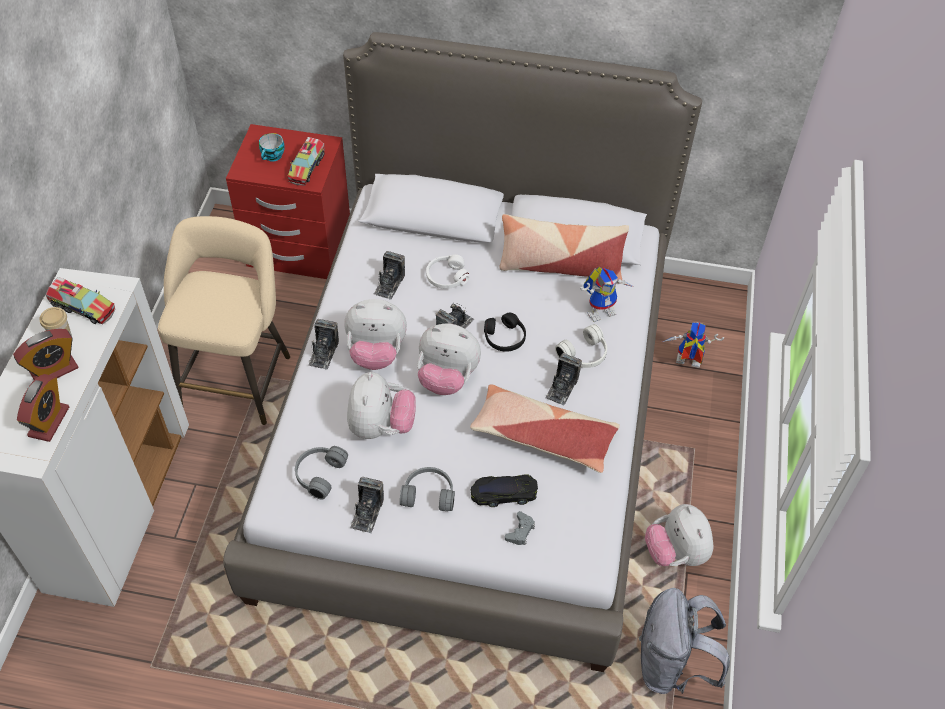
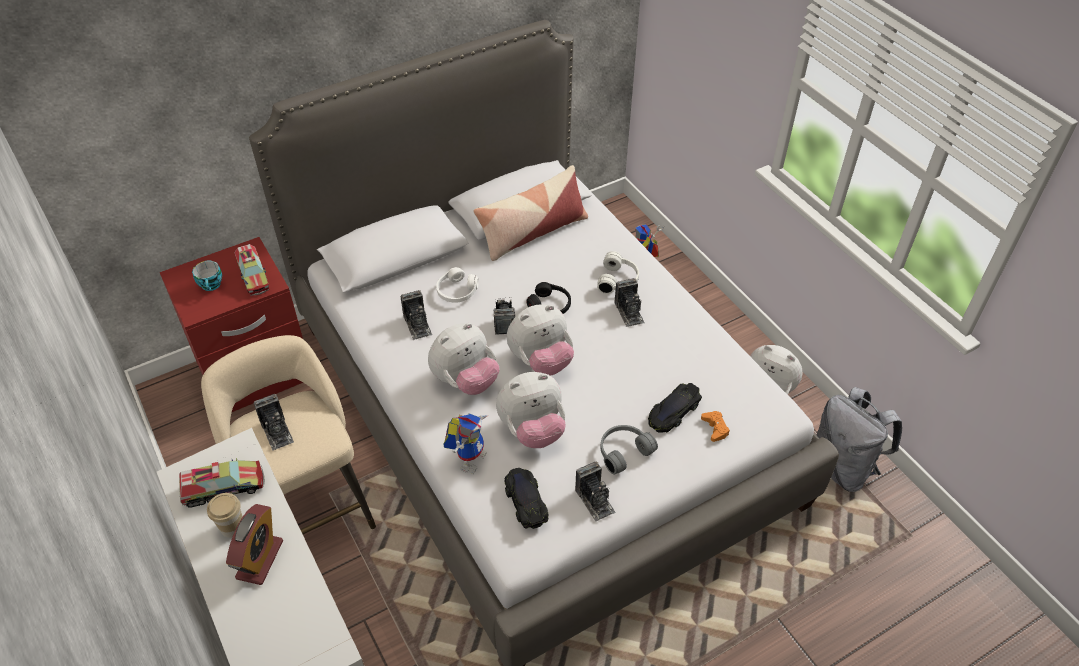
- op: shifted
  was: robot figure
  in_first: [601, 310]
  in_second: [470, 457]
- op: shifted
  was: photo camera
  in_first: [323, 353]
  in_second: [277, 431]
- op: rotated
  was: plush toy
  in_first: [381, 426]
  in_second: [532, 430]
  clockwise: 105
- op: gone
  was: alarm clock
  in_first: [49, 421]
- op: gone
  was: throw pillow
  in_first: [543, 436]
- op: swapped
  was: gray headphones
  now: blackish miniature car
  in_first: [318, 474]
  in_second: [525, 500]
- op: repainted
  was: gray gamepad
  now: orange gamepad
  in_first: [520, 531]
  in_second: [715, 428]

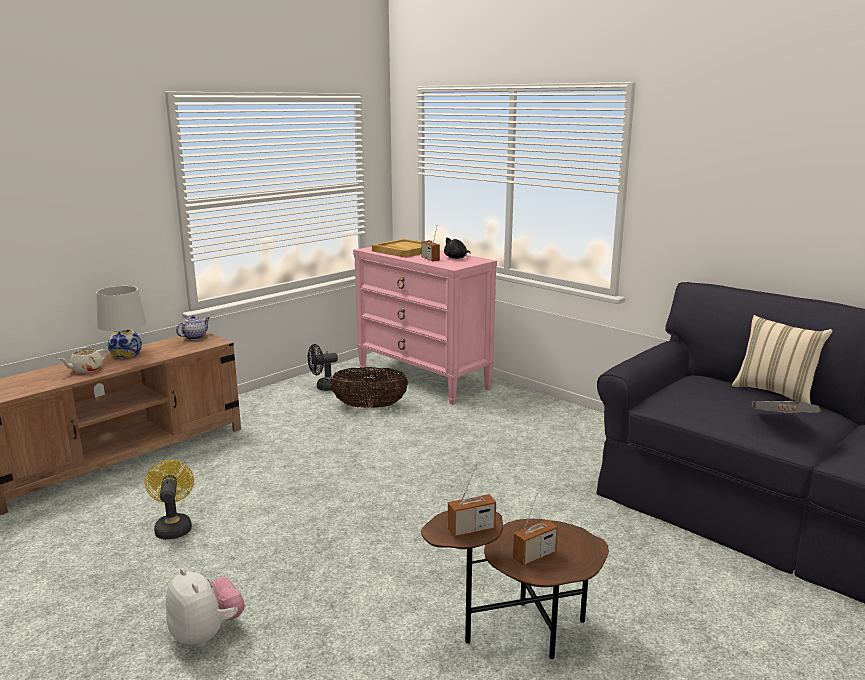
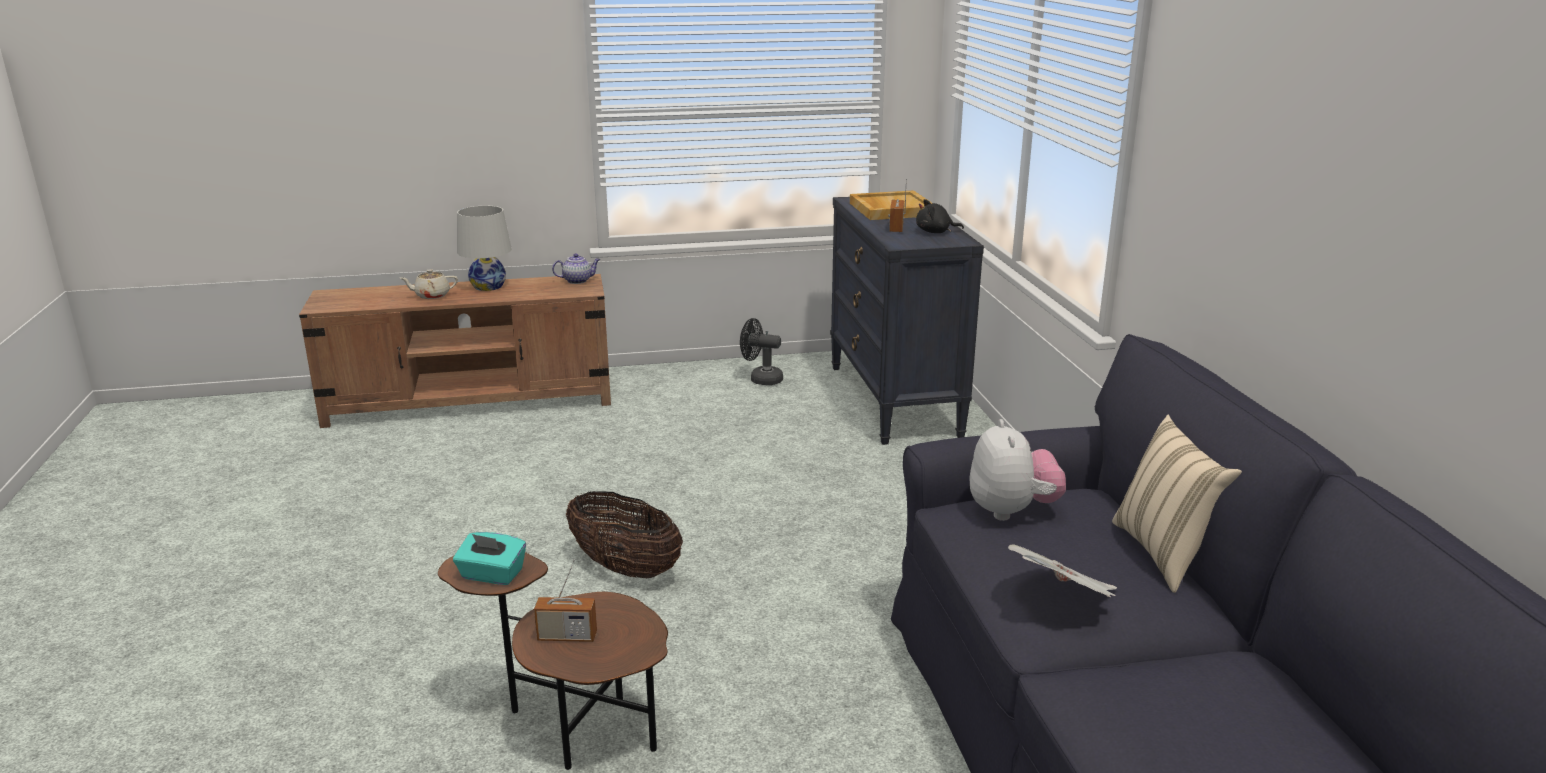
- op: repainted
  was: pinkish dresser
  now: blackish dresser
  in_first: [424, 379]
  in_second: [894, 400]
- op: shifted
  was: household basket
  in_first: [370, 407]
  in_second: [625, 568]
- op: gone
  was: yellow fan
  in_first: [173, 526]
- op: swapped
  was: radio
  now: turquoise box of tissues
  in_first: [471, 530]
  in_second: [492, 575]
- op: shifted
  was: plush toy
  in_first: [206, 634]
  in_second: [1011, 511]

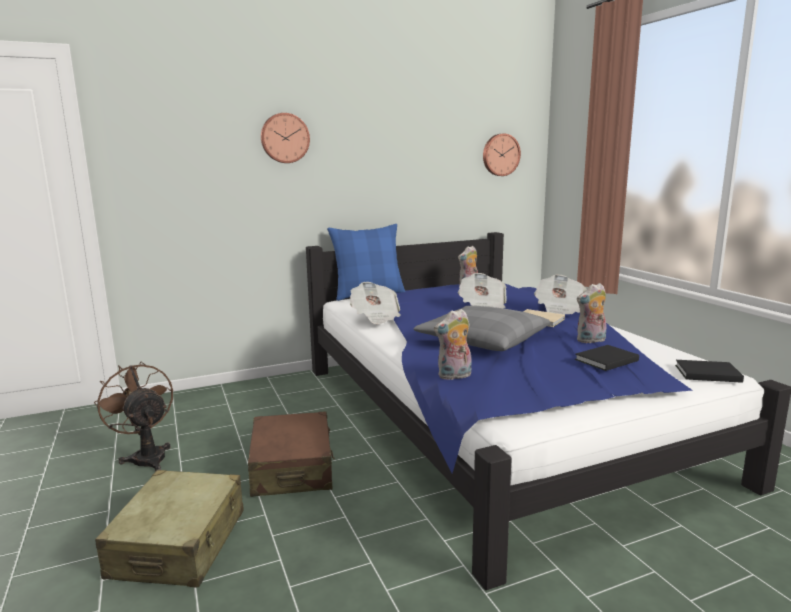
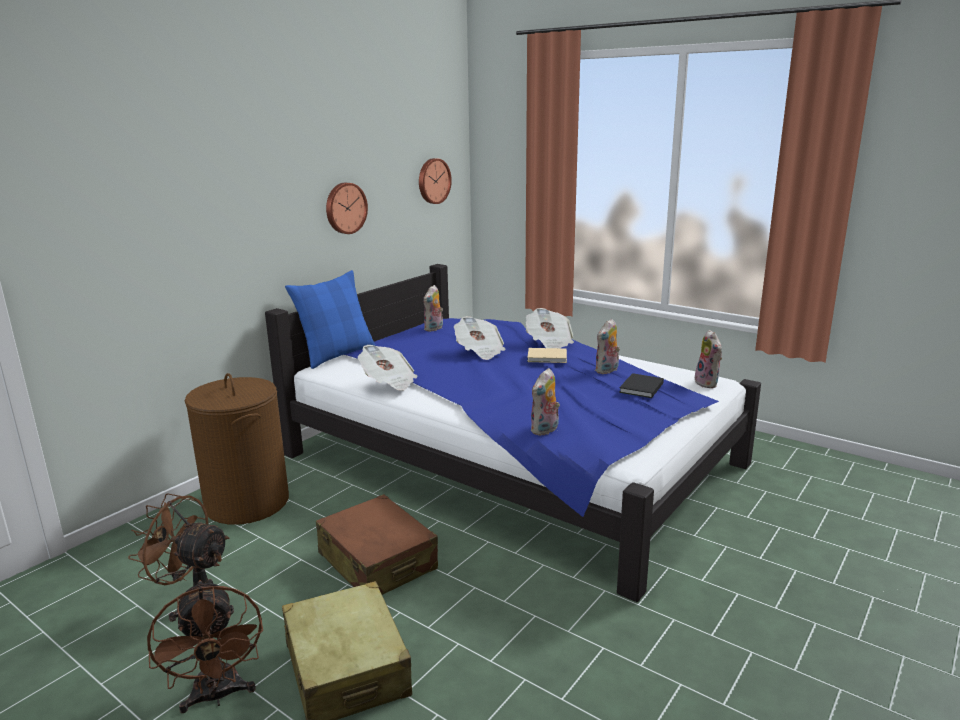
- op: shifted
  was: hanging clock
  in_first: [284, 138]
  in_second: [345, 208]
- op: gone
  was: gray throw pillow
  in_first: [482, 340]
- op: swapped
  was: blackish bound book
  now: plush toy
  in_first: [705, 373]
  in_second: [708, 383]
- op: new
  now: brownish hamper
  in_second: [246, 503]
- op: new
  now: brownish fan
  in_second: [218, 696]

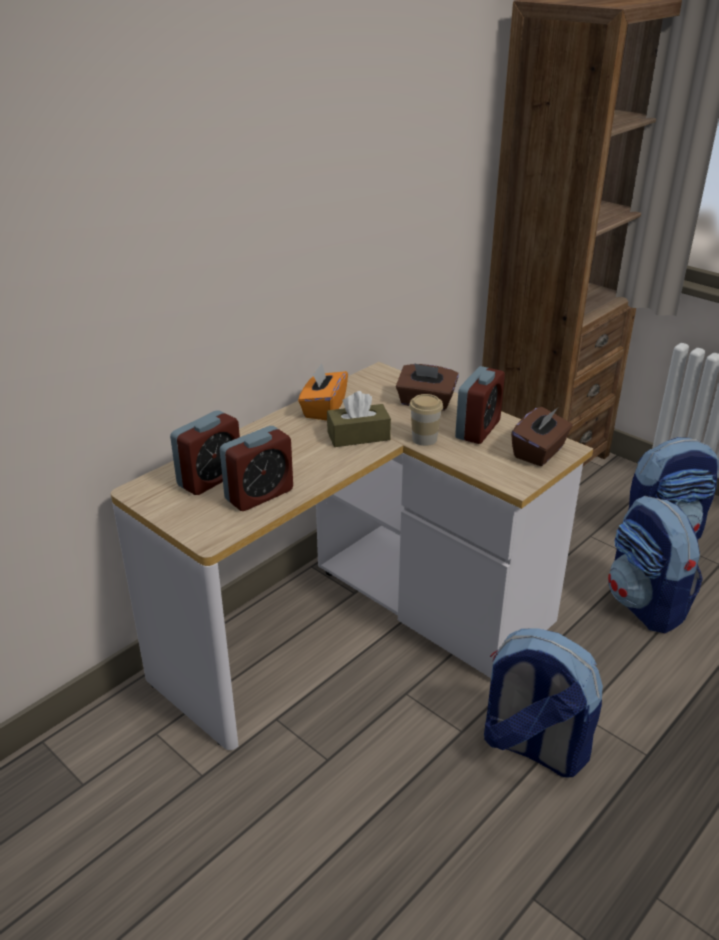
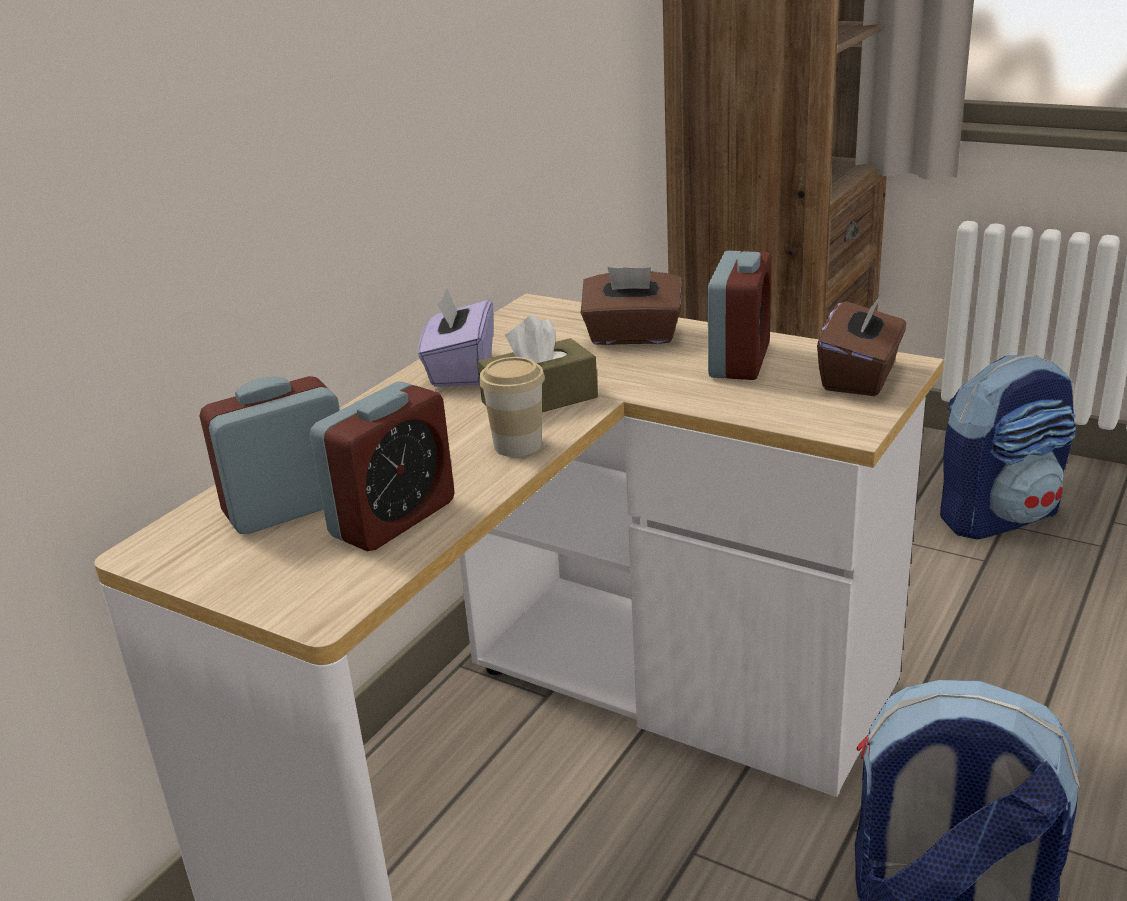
- op: repainted
  was: orange box of tissues
  now: purple-coloured box of tissues
  in_first: [323, 409]
  in_second: [460, 370]
- op: shifted
  was: small cup
  in_first: [424, 439]
  in_second: [517, 445]
- op: rotated
  was: alarm clock
  in_first: [210, 479]
  in_second: [289, 507]
  clockwise: -150
- op: gone
  was: knapsack
  in_first: [645, 605]

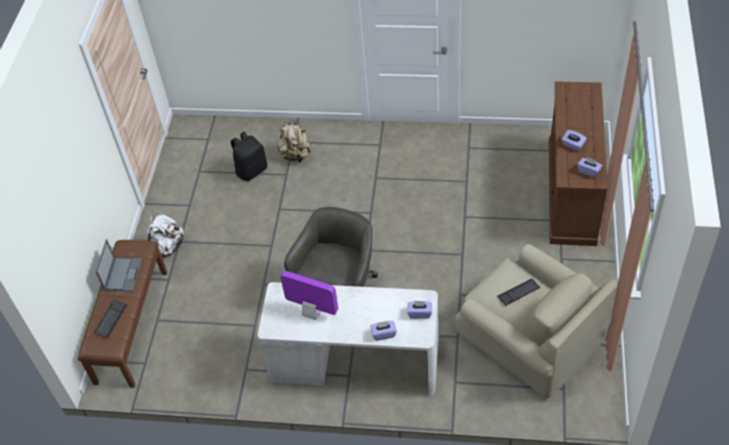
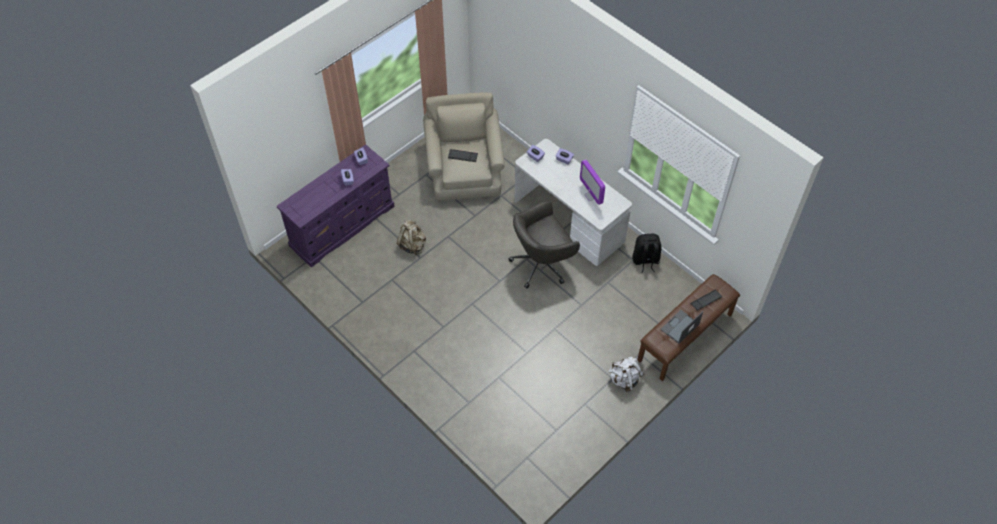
- op: repainted
  was: brownish dresser
  now: purple-coloured dresser
  in_first: [571, 192]
  in_second: [343, 225]
- op: shifted
  was: sand-coloured knapsack
  in_first: [296, 155]
  in_second: [412, 245]
- op: shifted
  was: blackish knapsack
  in_first: [251, 170]
  in_second: [645, 260]

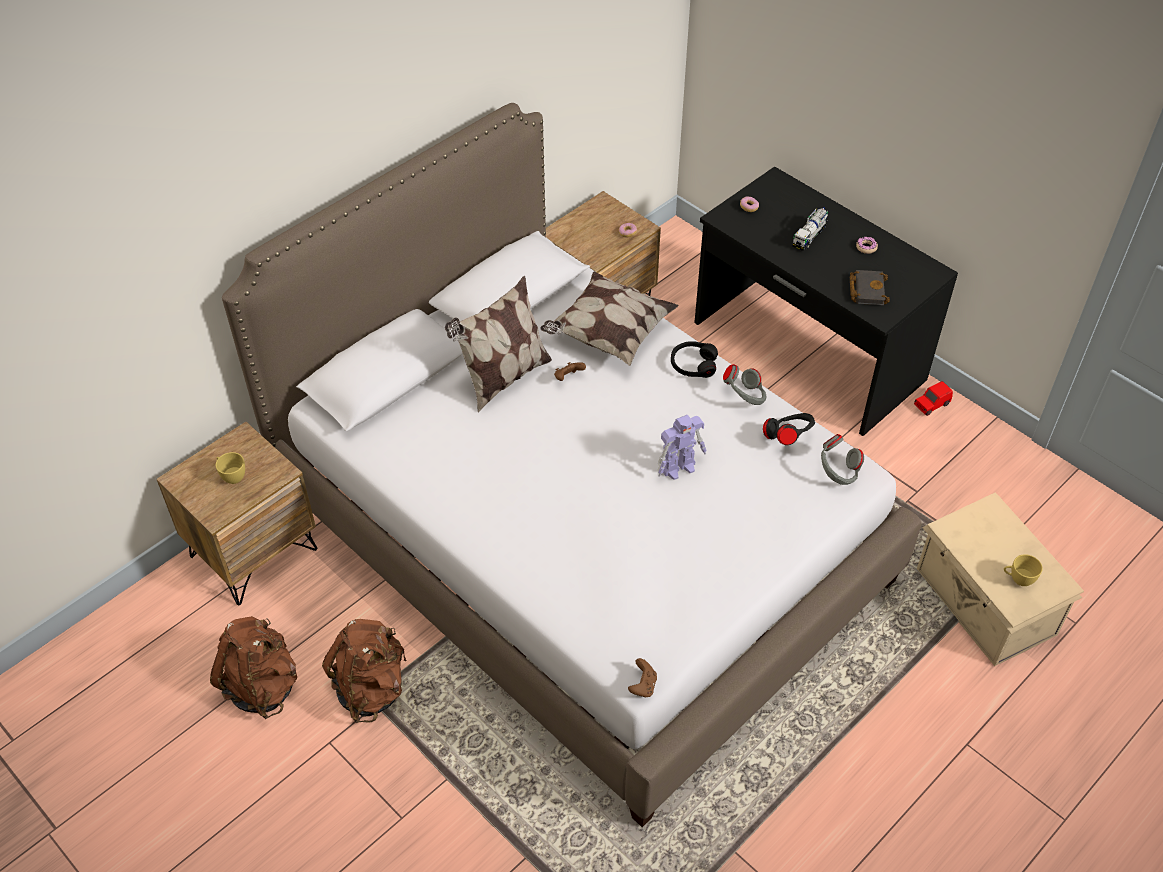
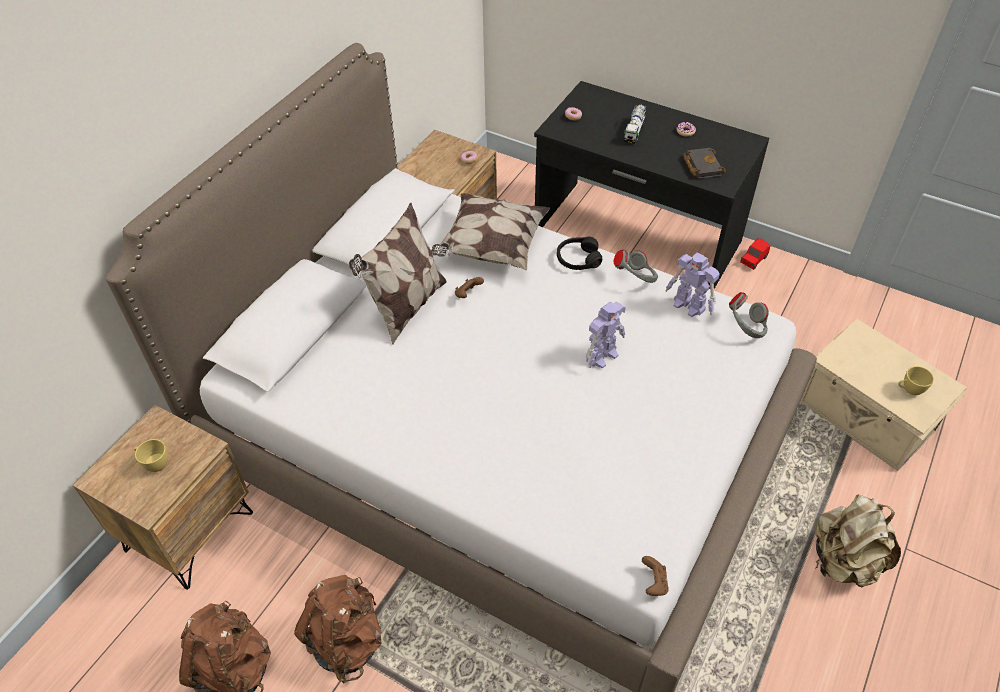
- op: swapped
  was: blackish headphones
  now: robot figure
  in_first: [788, 437]
  in_second: [689, 306]
- op: new
  now: sand-coloured knapsack
  in_second: [843, 561]

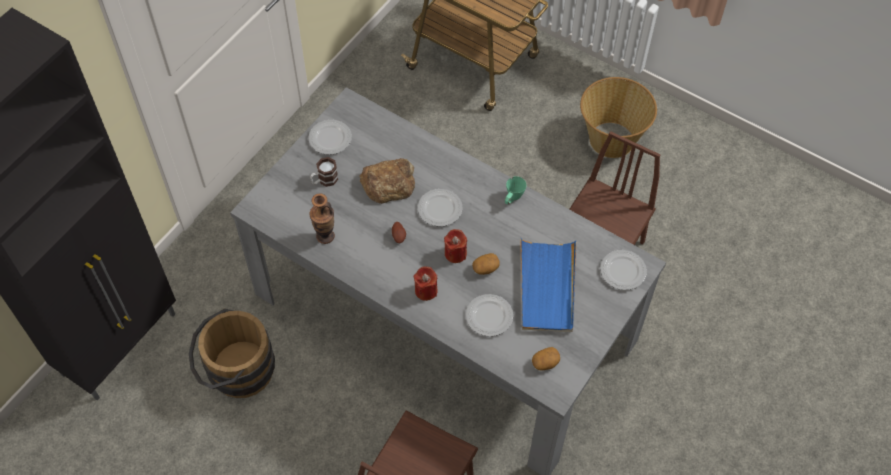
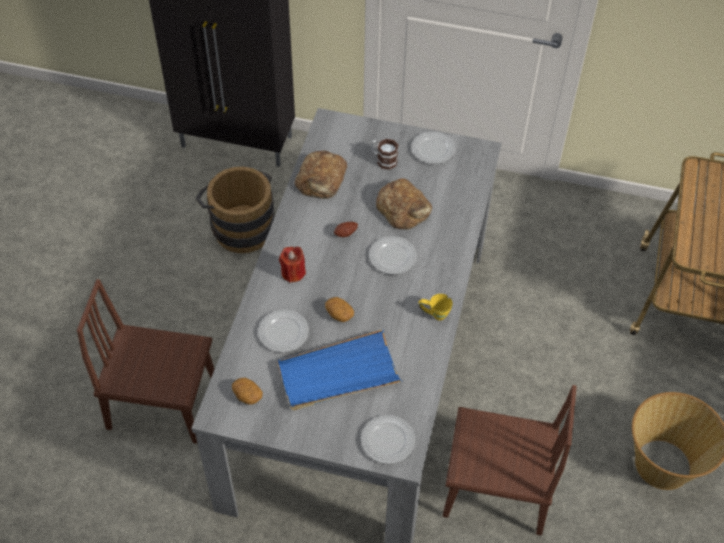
- op: repainted
  was: green-coloured tea mug
  now: yellow tea mug
  in_first: [512, 199]
  in_second: [434, 315]
- op: swapped
  was: flower vase
  now: bread
  in_first: [325, 236]
  in_second: [321, 179]
- op: gone
  was: red wax candle
  in_first: [455, 253]

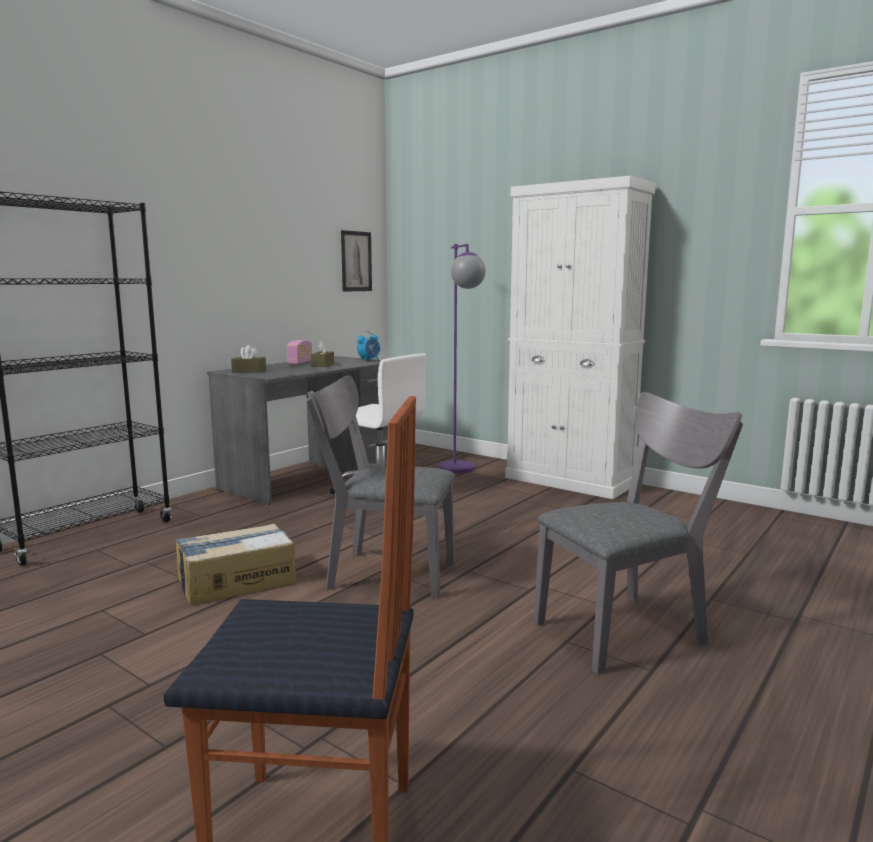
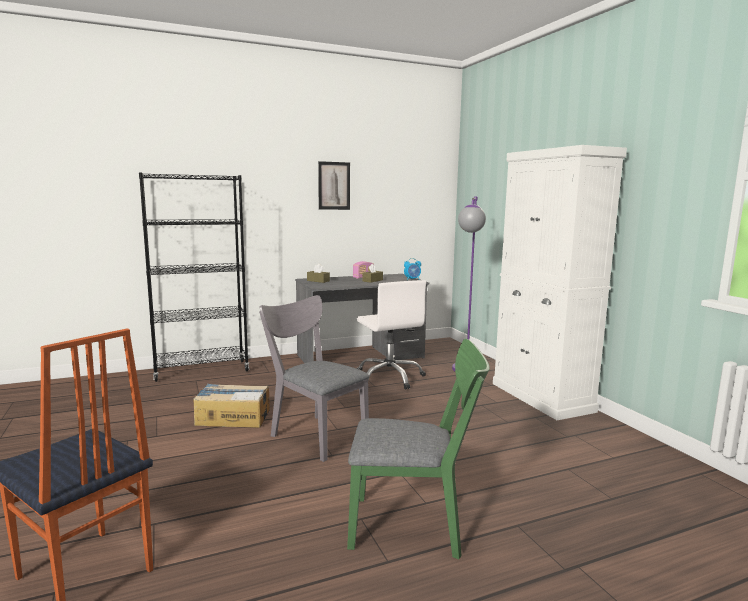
- op: shifted
  was: wall art
  in_first: [356, 261]
  in_second: [334, 186]
- op: repainted
  was: gray plain chair
  now: green-coloured plain chair
  in_first: [628, 629]
  in_second: [415, 526]

